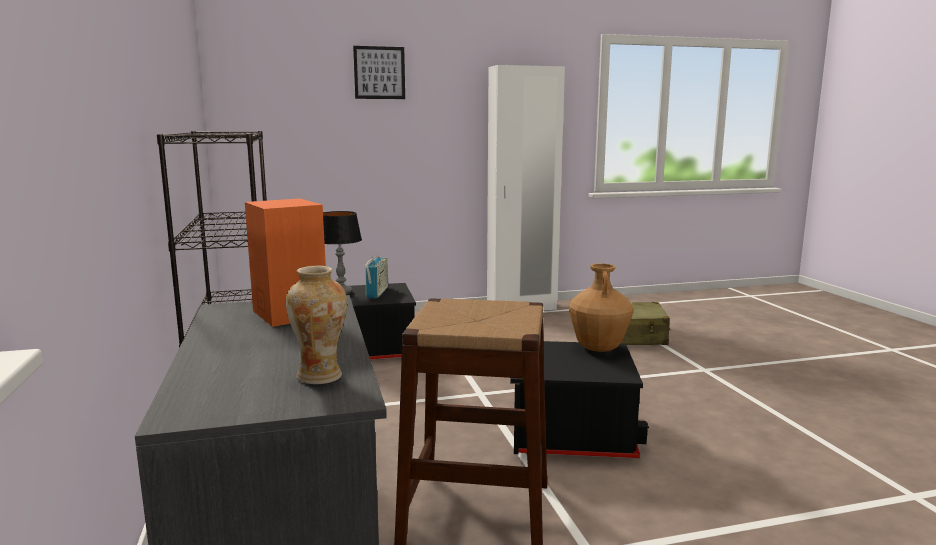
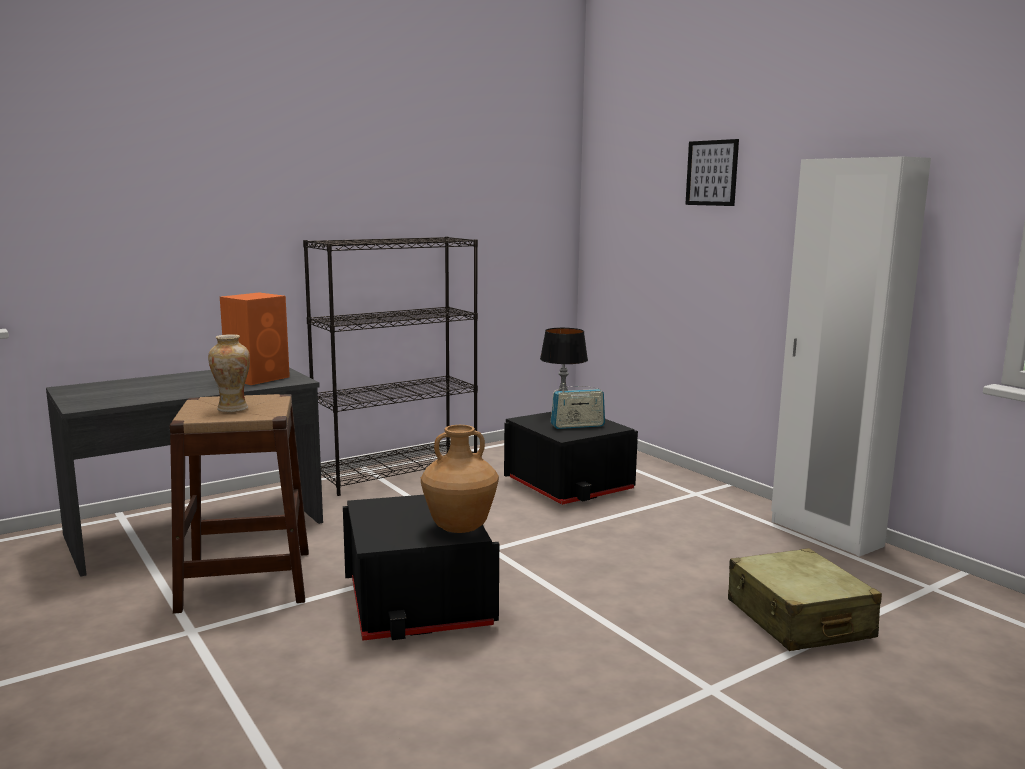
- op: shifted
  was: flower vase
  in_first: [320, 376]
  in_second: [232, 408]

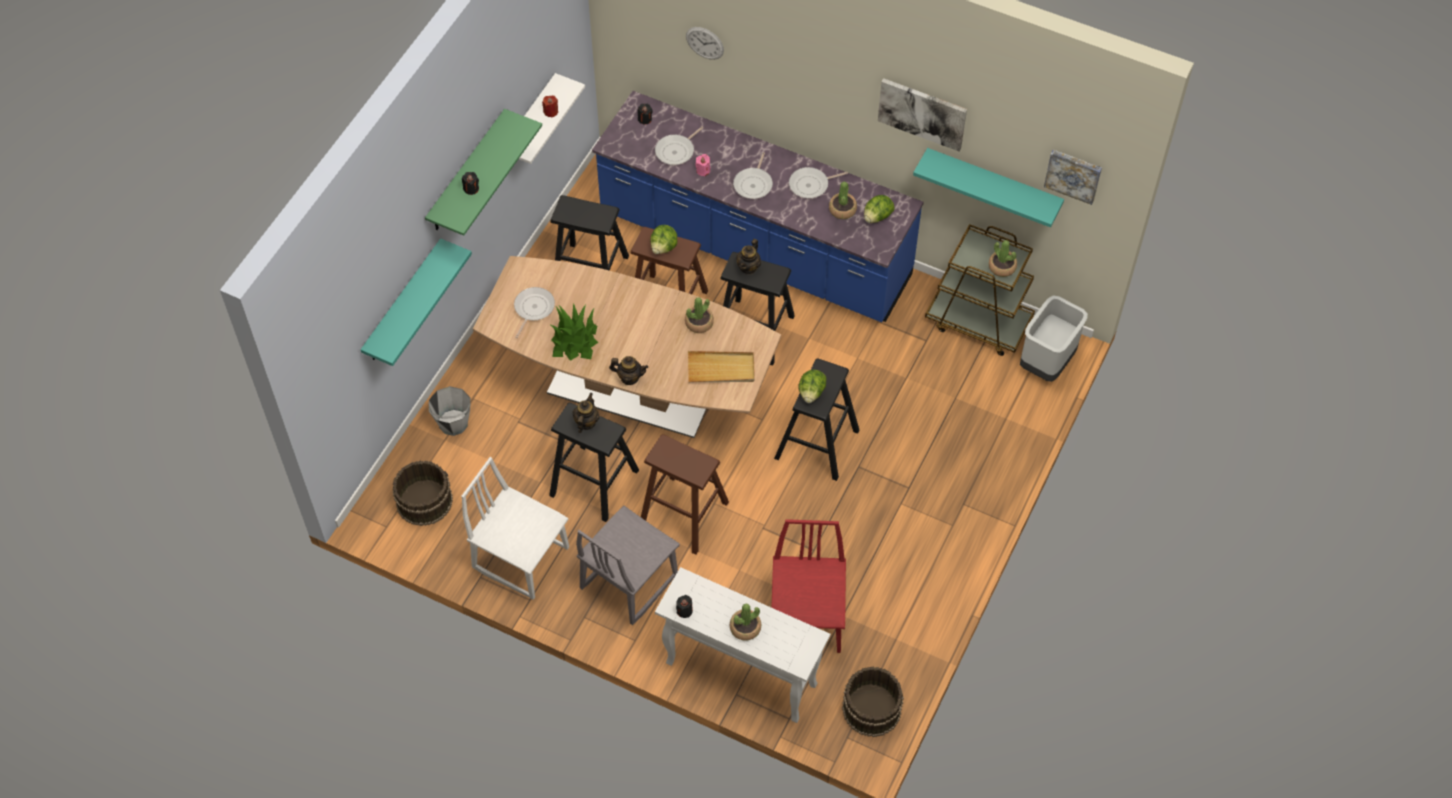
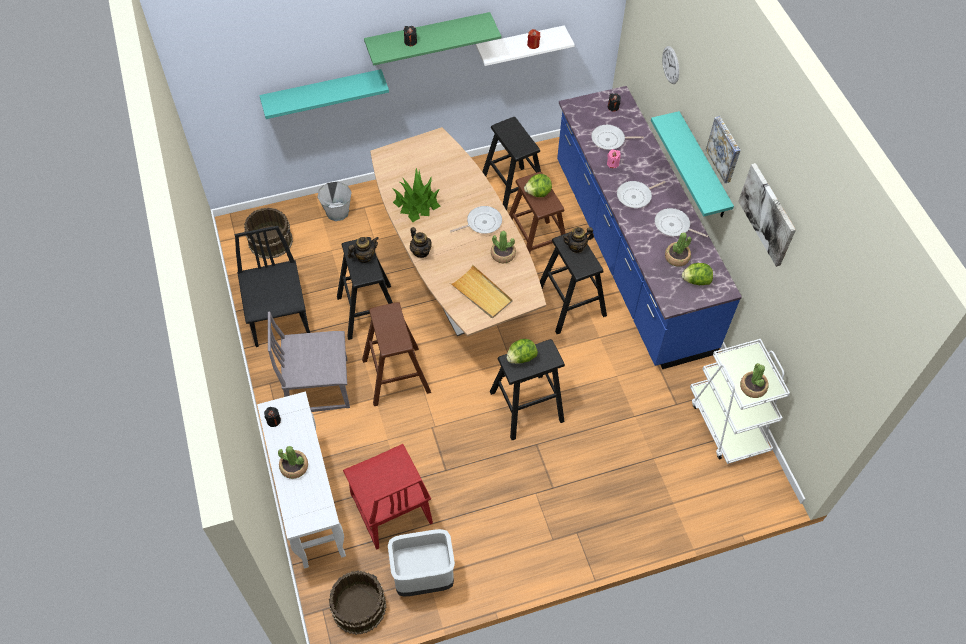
- op: shifted
  was: turquoise wall shelf
  in_first: [993, 184]
  in_second: [702, 167]
- op: shifted
  was: wall art
  in_first: [1073, 175]
  in_second: [725, 149]
- op: repainted
  was: brownish wheeled cart
  now: white wheeled cart
  in_first: [978, 322]
  in_second: [728, 423]
- op: shifted
  was: frying pan
  in_first: [533, 309]
  in_second: [482, 223]
- op: shifted
  was: gray rubbish bin
  in_first: [1047, 363]
  in_second: [423, 579]
- op: repainted
  was: white plain chair
  now: blackish plain chair
  in_first: [521, 557]
  in_second: [280, 317]
- op: rotated
  was: red plain chair
  in_first: [807, 618]
  in_second: [390, 509]
  clockwise: 105

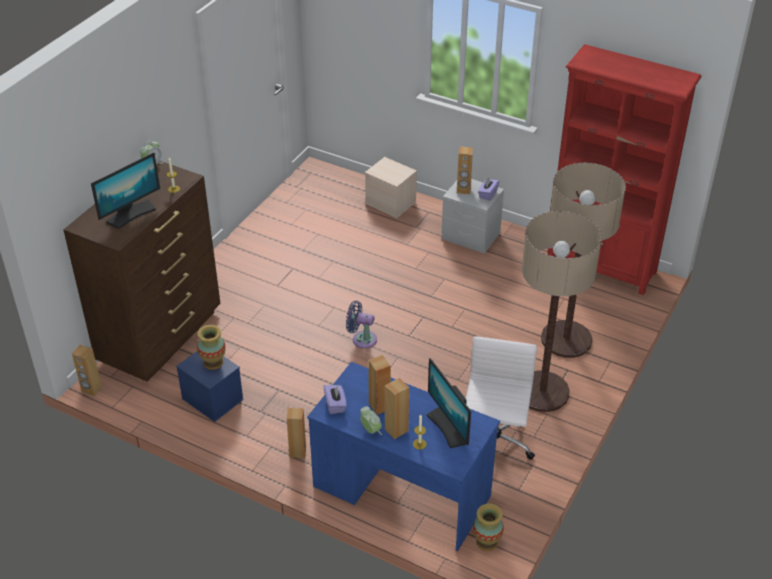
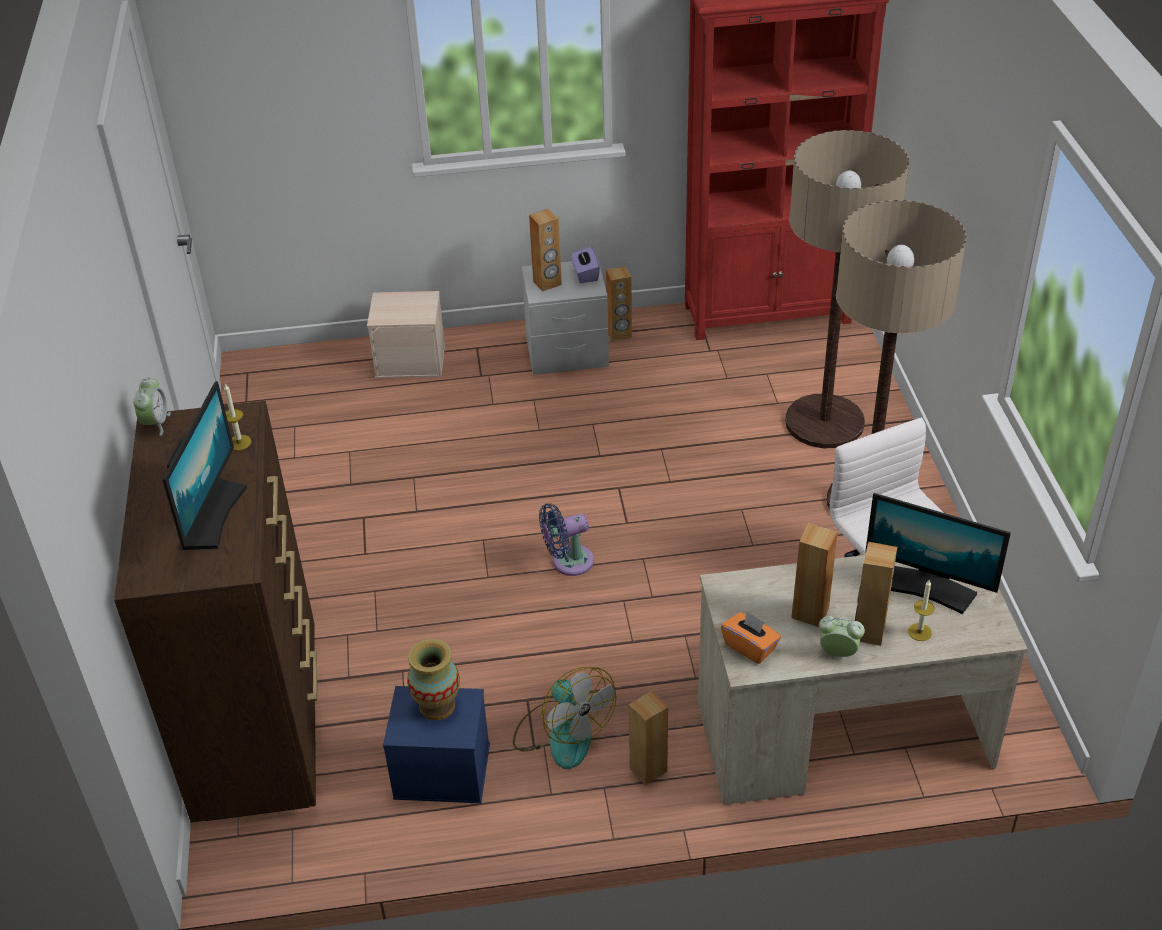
- op: shifted
  was: brownish loudspeaker
  in_first: [91, 389]
  in_second: [619, 334]
- op: repainted
  was: blue desk unit
  now: sand-coloured desk unit
  in_first: [401, 491]
  in_second: [842, 735]
- op: repainted
  was: purple-coloured box of tissues
  now: orange box of tissues
  in_first: [335, 405]
  in_second: [750, 647]
- op: gone
  was: flower vase
  in_first: [486, 542]
- op: new
  now: fan
  in_second: [562, 733]

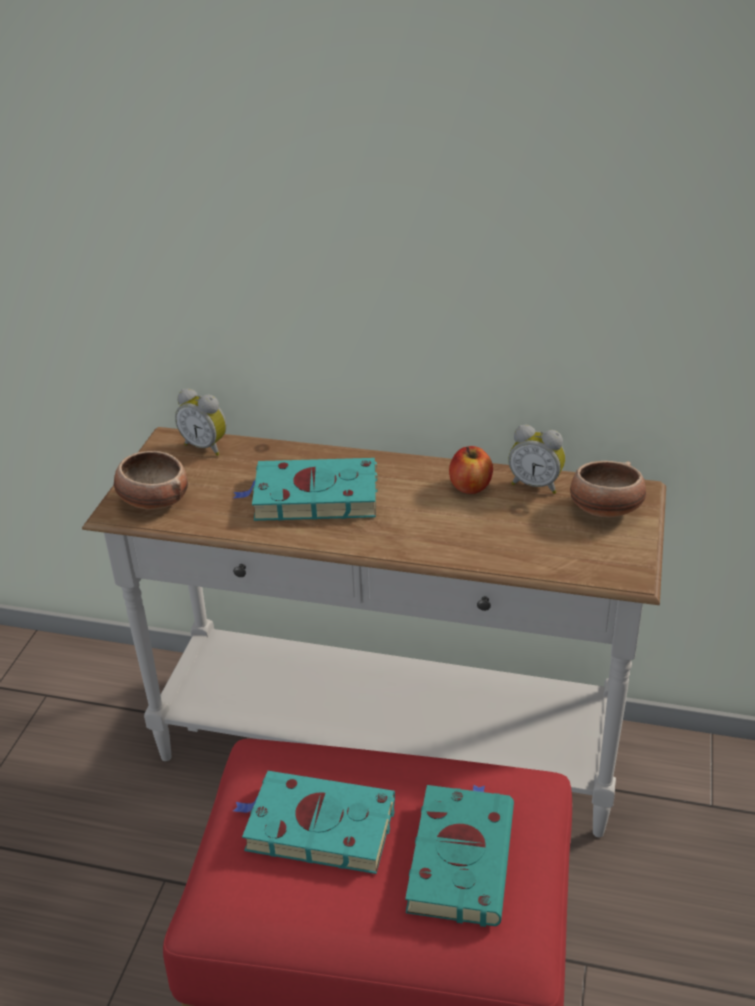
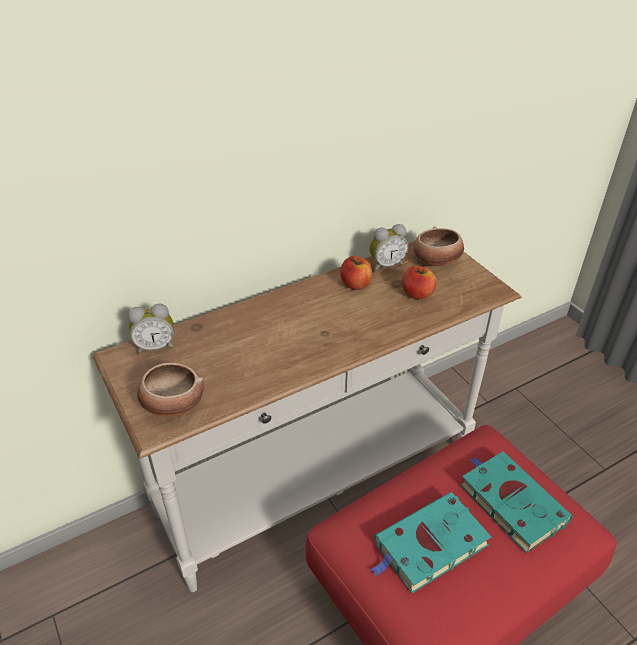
- op: gone
  was: turquoise bound book
  in_first: [311, 497]
- op: new
  now: apple
  in_second: [417, 294]

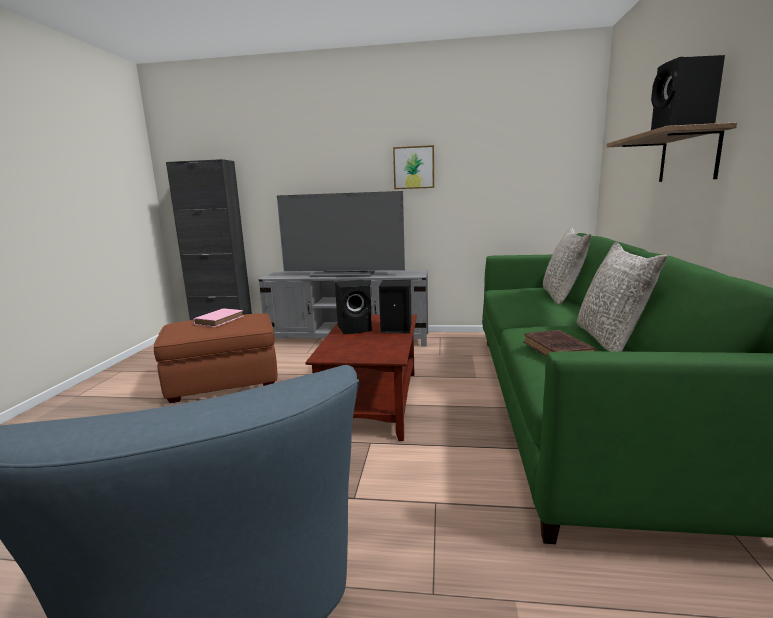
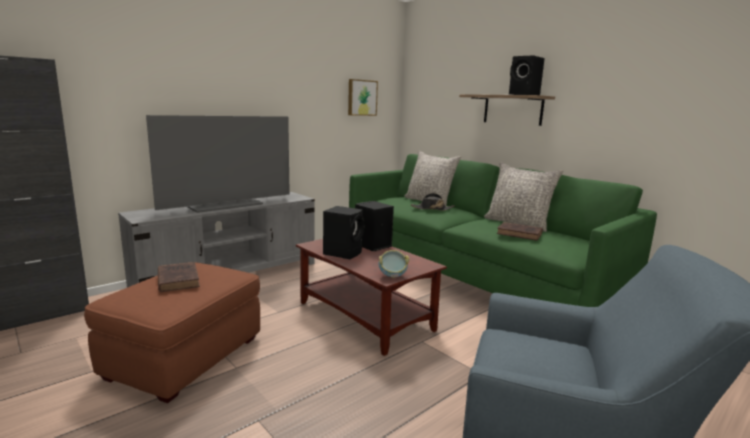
- op: shifted
  was: wall art
  in_first: [414, 167]
  in_second: [361, 97]
- op: repainted
  was: pinkish bound book
  now: brownish bound book
  in_first: [220, 320]
  in_second: [178, 279]
- op: new
  now: blackish hat
  in_second: [432, 209]
- op: new
  now: deep dish
  in_second: [392, 276]

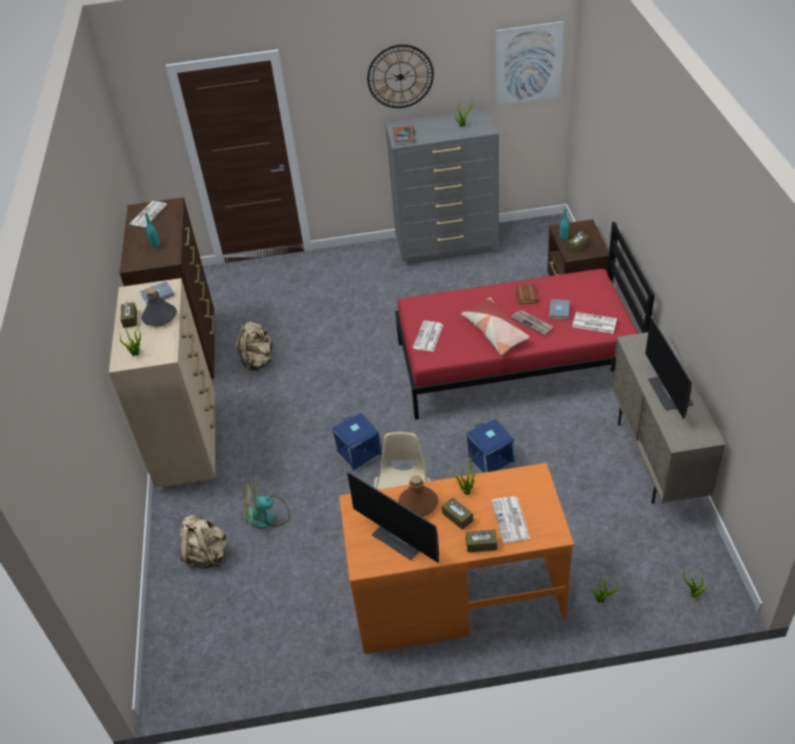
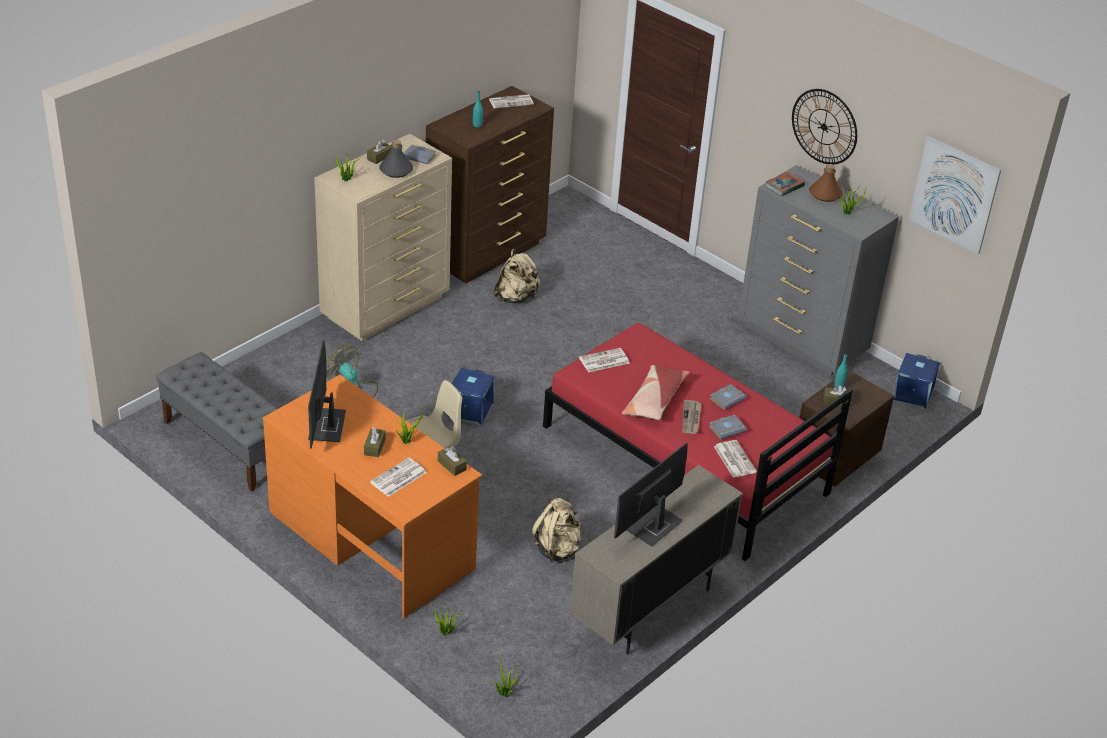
- op: repainted
  was: brownish bound book
  now: gray bound book
  in_first: [525, 295]
  in_second: [727, 398]
- op: shifted
  was: blue storage box
  in_first: [491, 458]
  in_second: [913, 394]
- op: shifted
  was: brownish drink bottle
  in_first: [418, 504]
  in_second: [825, 194]
- op: shifted
  was: sand-coloured knapsack
  in_first: [207, 555]
  in_second: [557, 549]
- op: shifted
  was: brownish box of tissues
  in_first: [481, 545]
  in_second: [452, 465]
- op: new
  now: gray bench
  in_second: [227, 444]

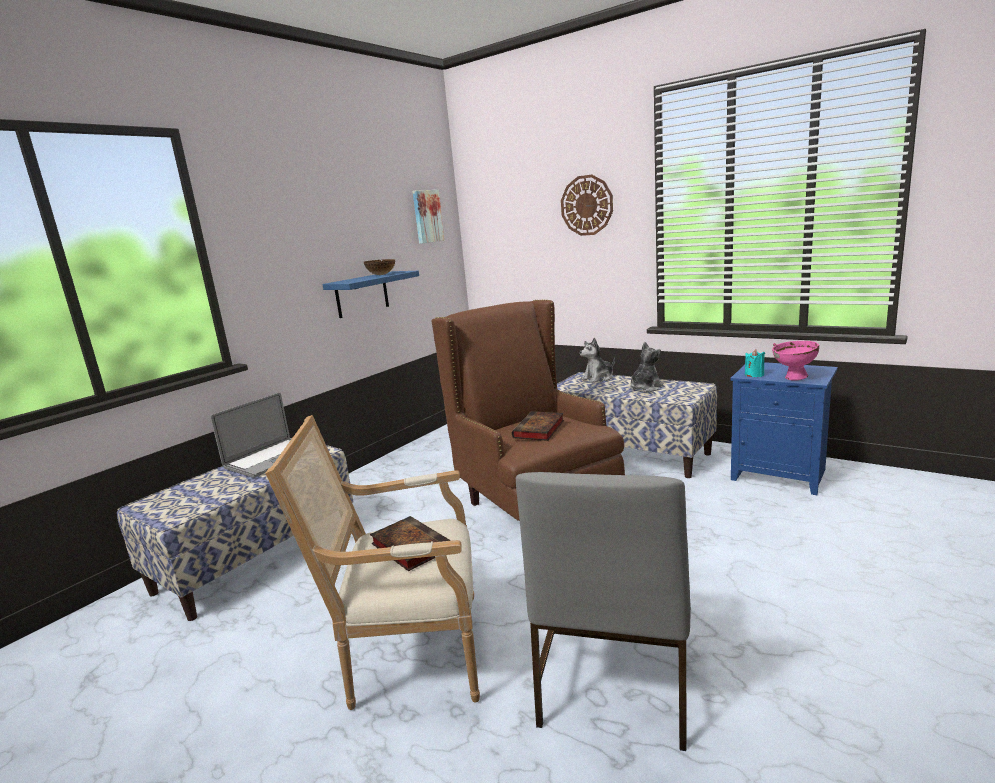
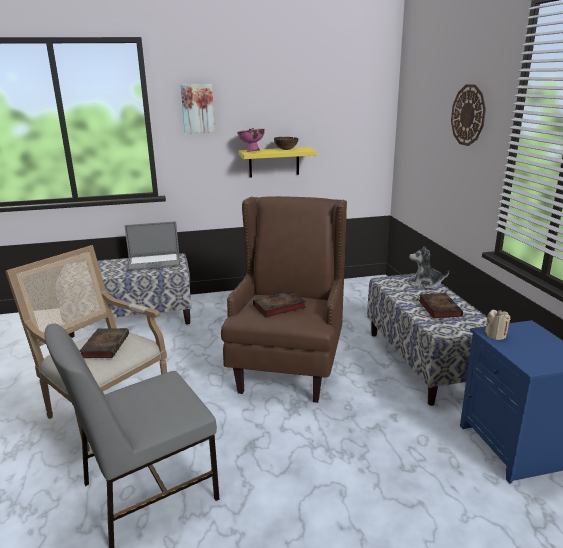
- op: shifted
  was: wall art
  in_first: [427, 216]
  in_second: [197, 108]
- op: repainted
  was: blue wall shelf
  now: yellow wall shelf
  in_first: [362, 294]
  in_second: [274, 162]
- op: shifted
  was: pinkish deep dish
  in_first: [794, 378]
  in_second: [251, 151]
- op: swapped
  was: plush toy
  now: bound book
  in_first: [645, 388]
  in_second: [438, 308]
- op: repainted
  was: turquoise wax candle
  now: sand-coloured wax candle
  in_first: [754, 375]
  in_second: [495, 335]

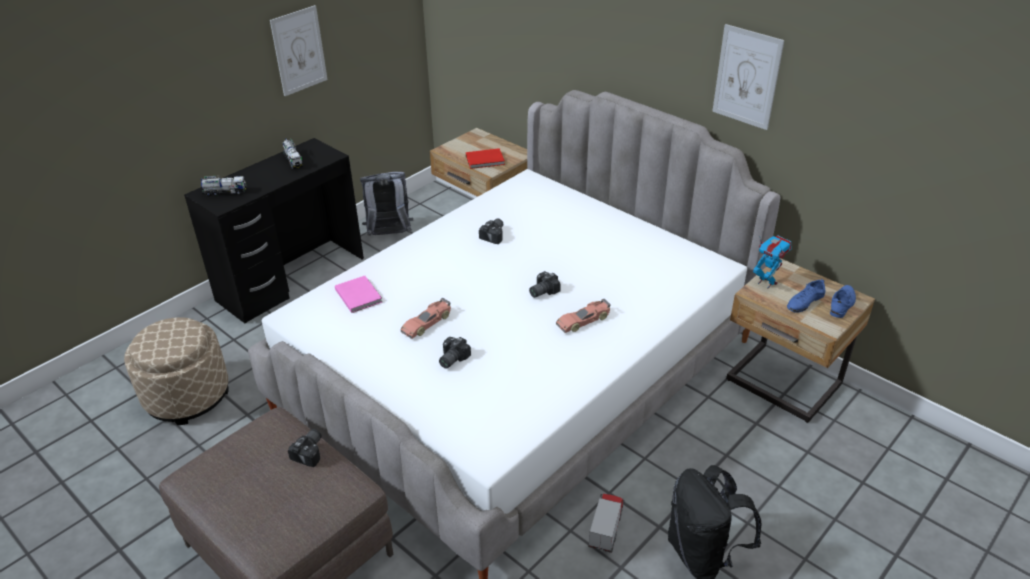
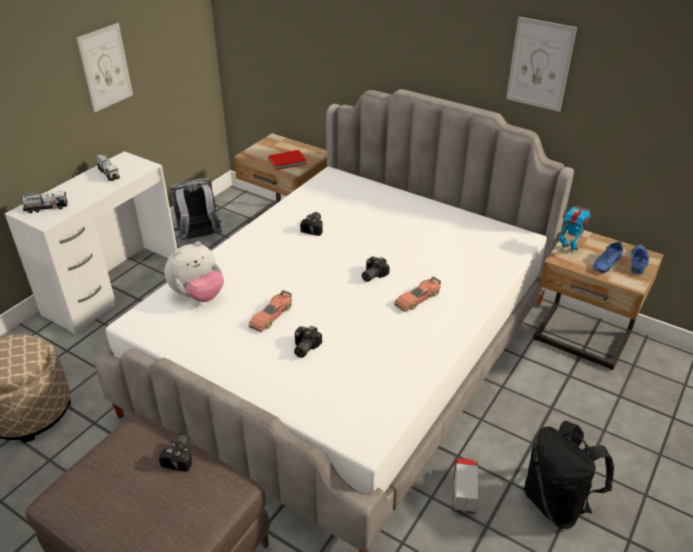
- op: repainted
  was: blackish desk unit
  now: white desk unit
  in_first: [291, 278]
  in_second: [113, 286]
- op: swapped
  was: pinkish bound book
  now: plush toy
  in_first: [358, 295]
  in_second: [198, 295]

